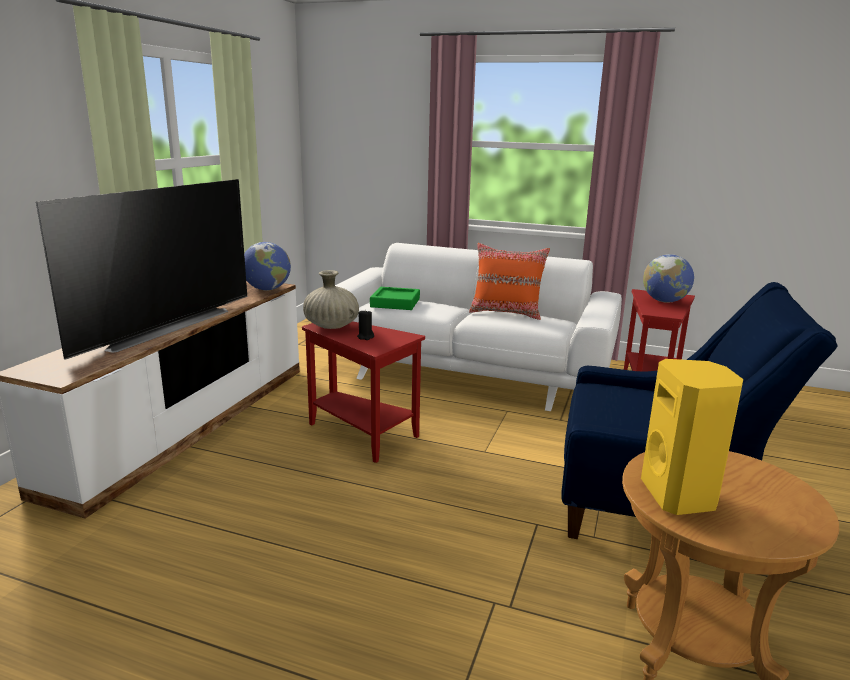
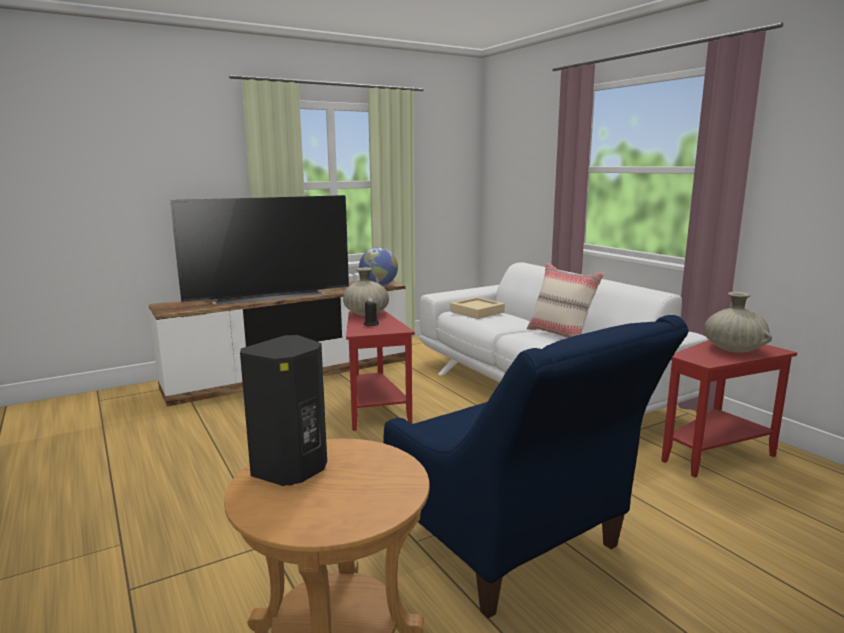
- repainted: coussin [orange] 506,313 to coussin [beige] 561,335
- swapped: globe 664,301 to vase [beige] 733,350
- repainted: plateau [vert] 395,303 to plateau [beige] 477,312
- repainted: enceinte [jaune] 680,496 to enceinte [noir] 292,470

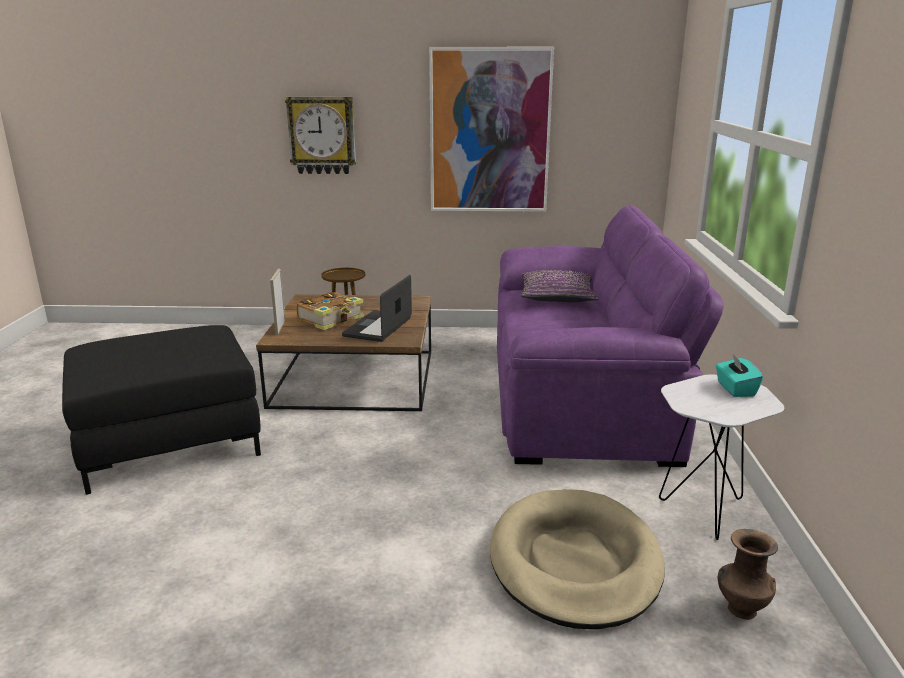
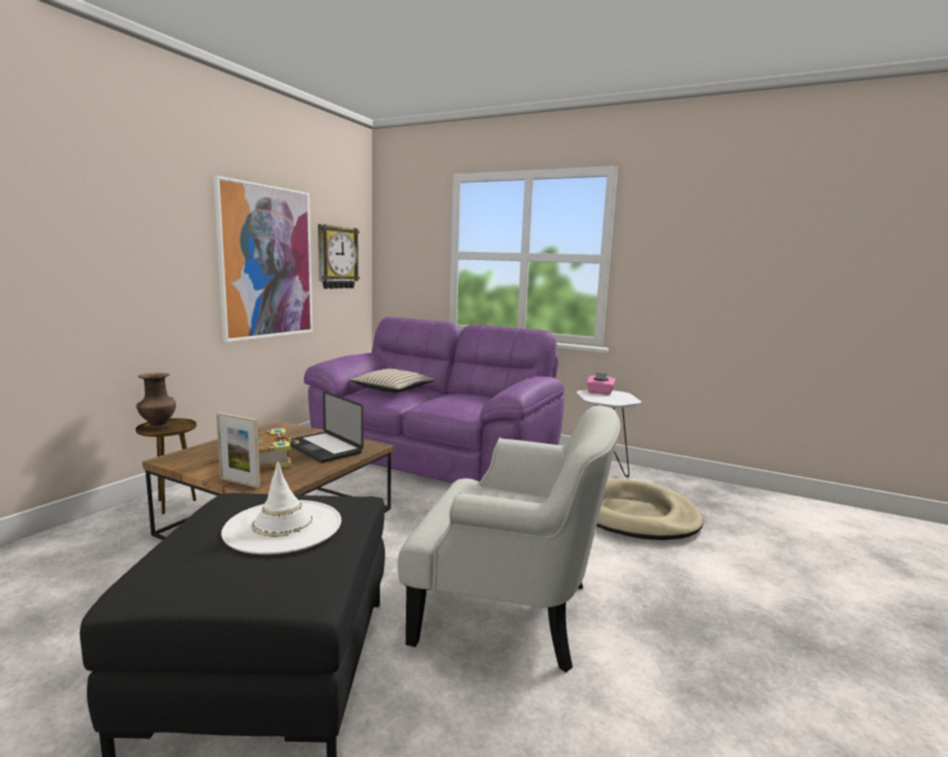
- shifted: horloge murale 322,135 to 336,257
- repainted: coussin [violet] 557,296 to coussin [beige] 392,389
- repainted: boîte à mouchoirs [turquoise] 735,389 to boîte à mouchoirs [rose] 600,392
- shifted: vase [marron] 740,609 to 157,426
- new: fauteuil [blanc] 509,609
- new: chapeau [blanc] 283,527

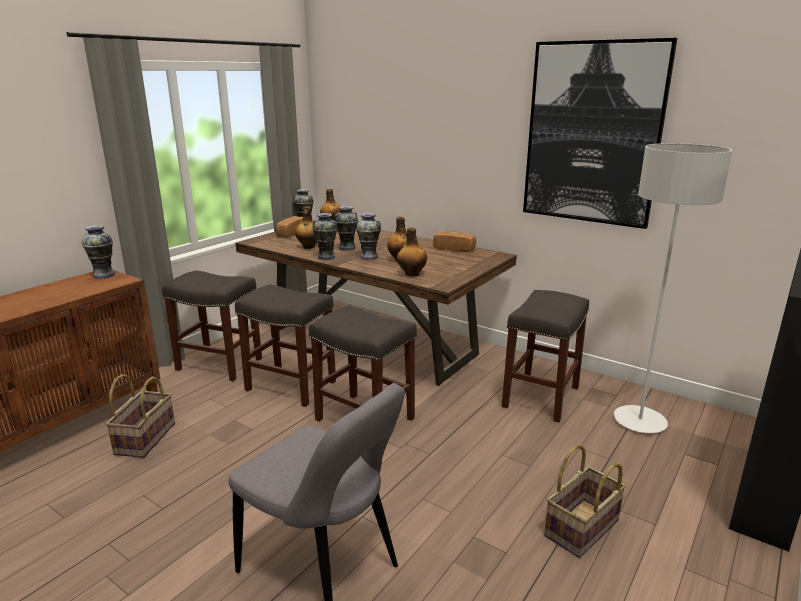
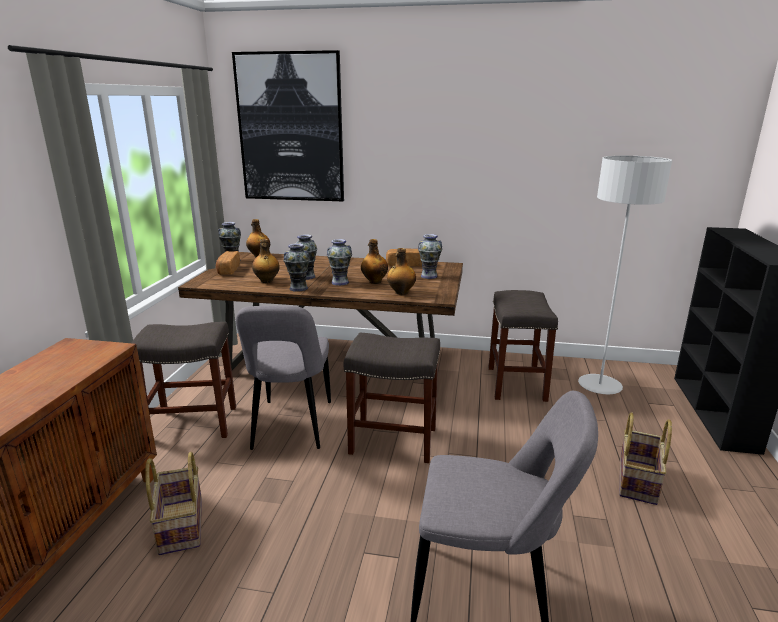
- shifted: tableau 592,134 to 290,128
- shifted: vase 104,275 to 429,276
- swapped: tabouret [gris] 289,386 to chaise [gris] 291,427

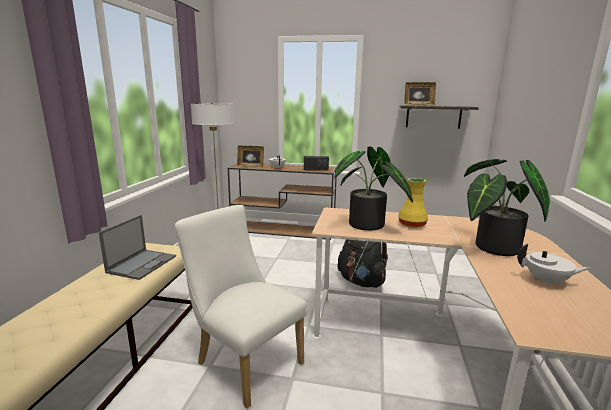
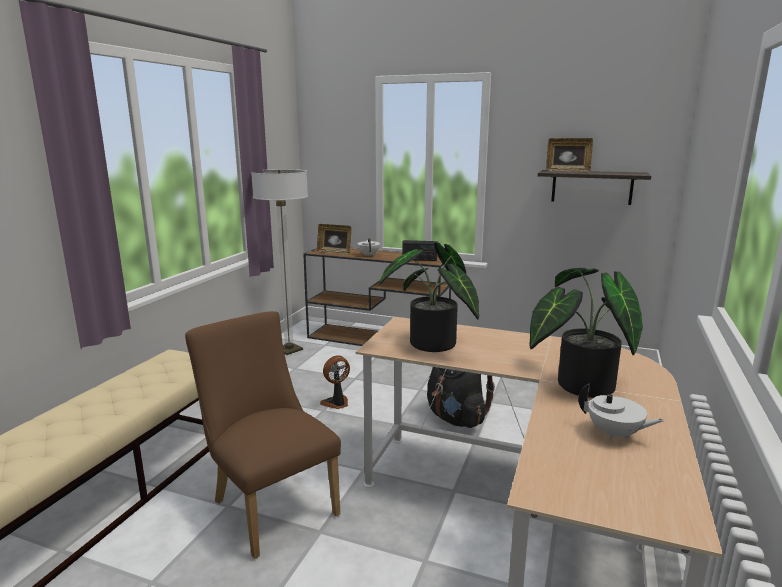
- gone: vase [jaune] 411,225
- repainted: chaise [blanc] 244,360 to chaise [marron] 270,504
- gone: ordinateur portable 142,264
- new: ventilateur 336,403

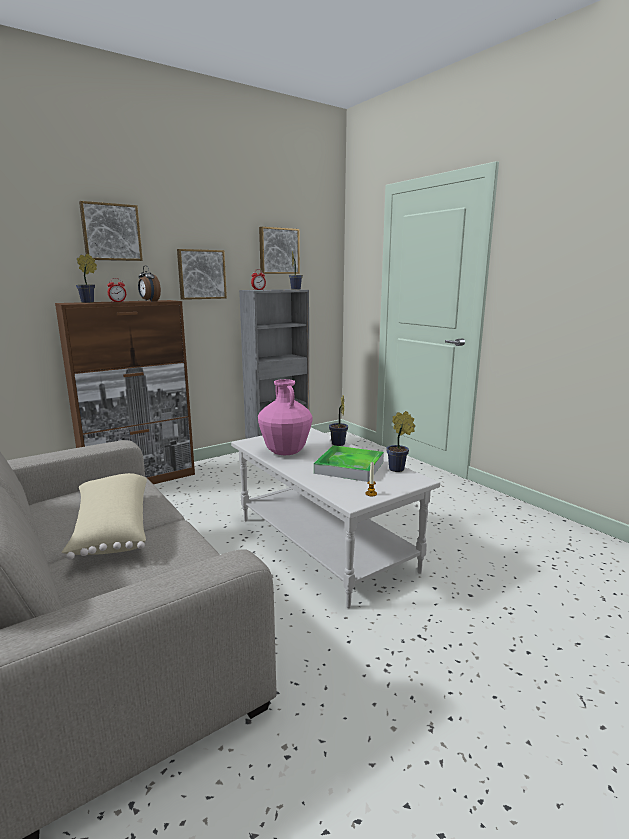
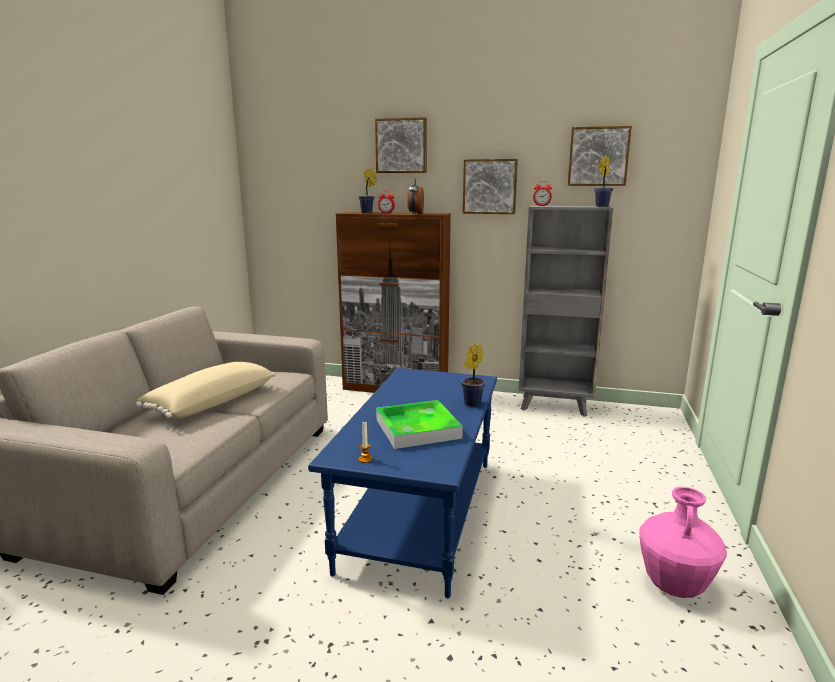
- shifted: vase [rose] 285,453 to 674,587
- gone: plante en pot 398,469
- repainted: table basse [blanc] 322,544 to table basse [bleu] 419,511

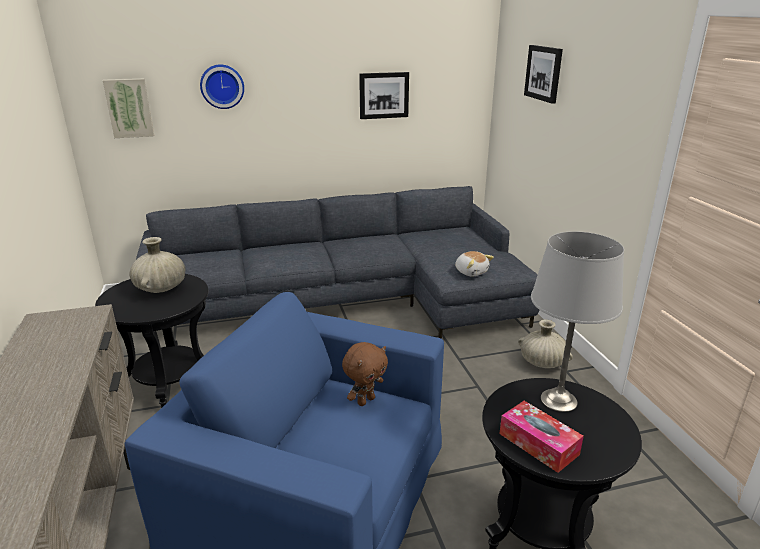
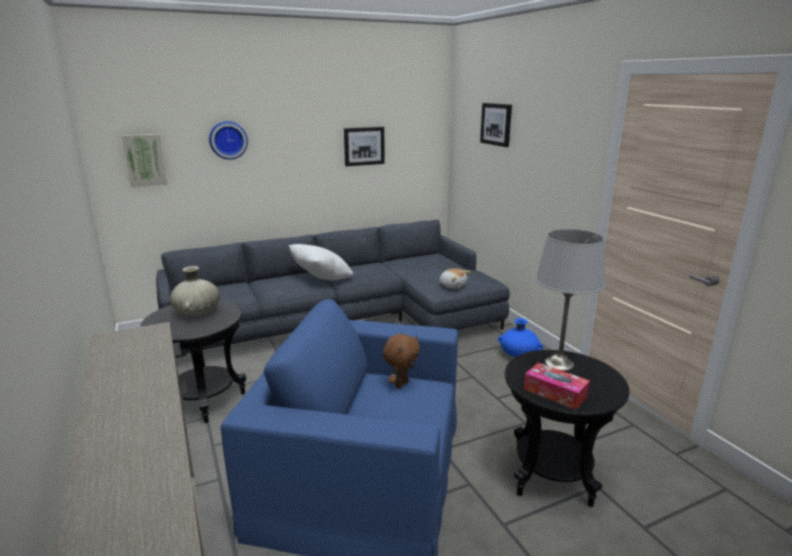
- repainted: vase [beige] 542,363 to vase [bleu] 518,355
- new: coussin [blanc] 321,280

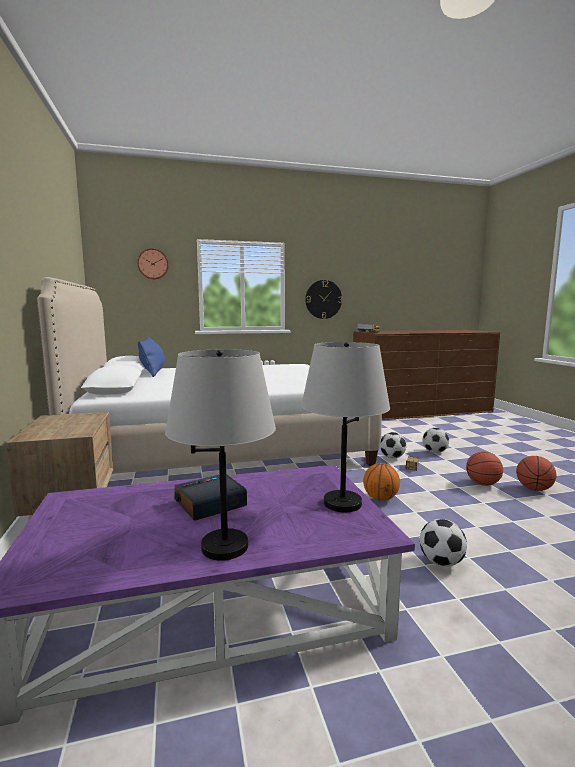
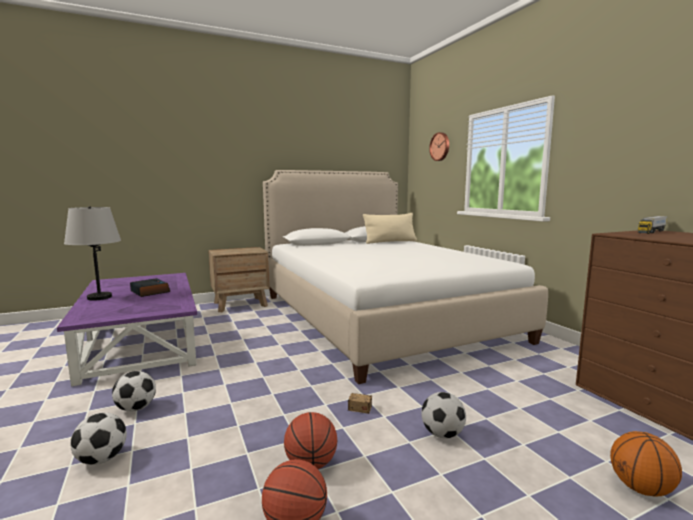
- gone: horloge murale 323,299
- repainted: coussin [bleu] 153,372 to coussin [beige] 390,242
- gone: lampe de table [gris] 342,503
- shifted: ballon de foot 392,457 to 102,459
- shifted: ballon de basket 380,498 to 641,488

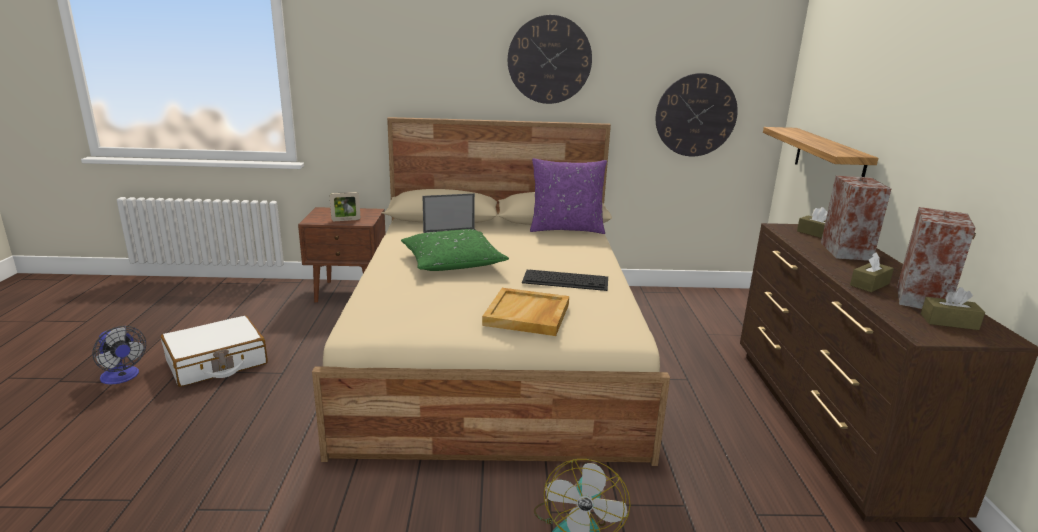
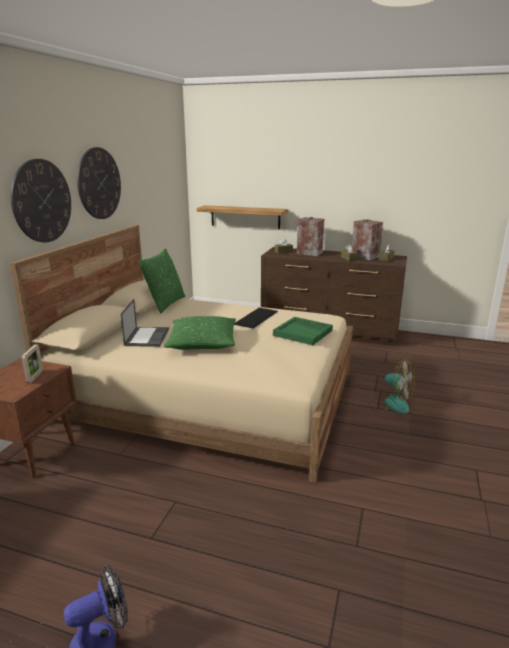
- shifted: horloge murale 696,115 to 42,201
- repainted: coussin [violet] 566,229 to coussin [vert] 165,304
- repainted: plateau [beige] 527,315 to plateau [vert] 303,333
- gone: valise [blanc] 217,362

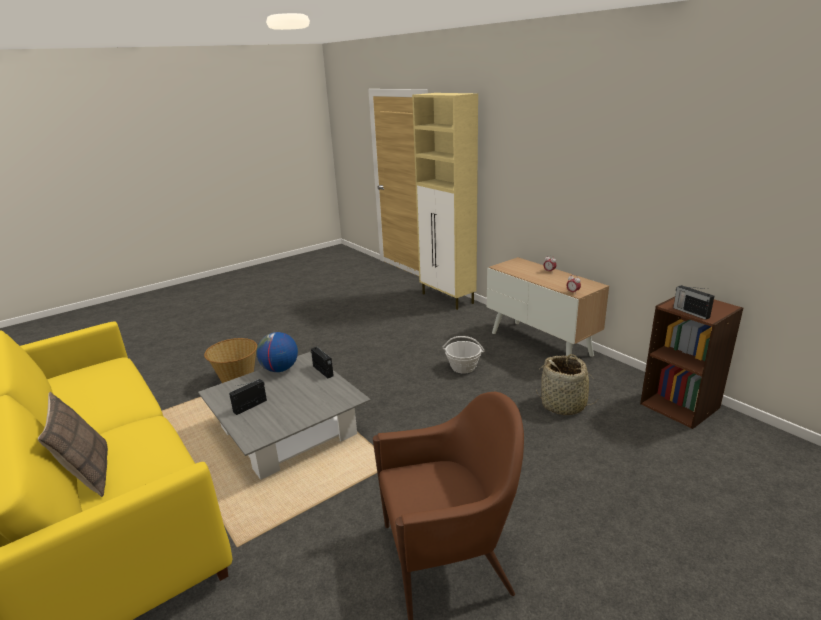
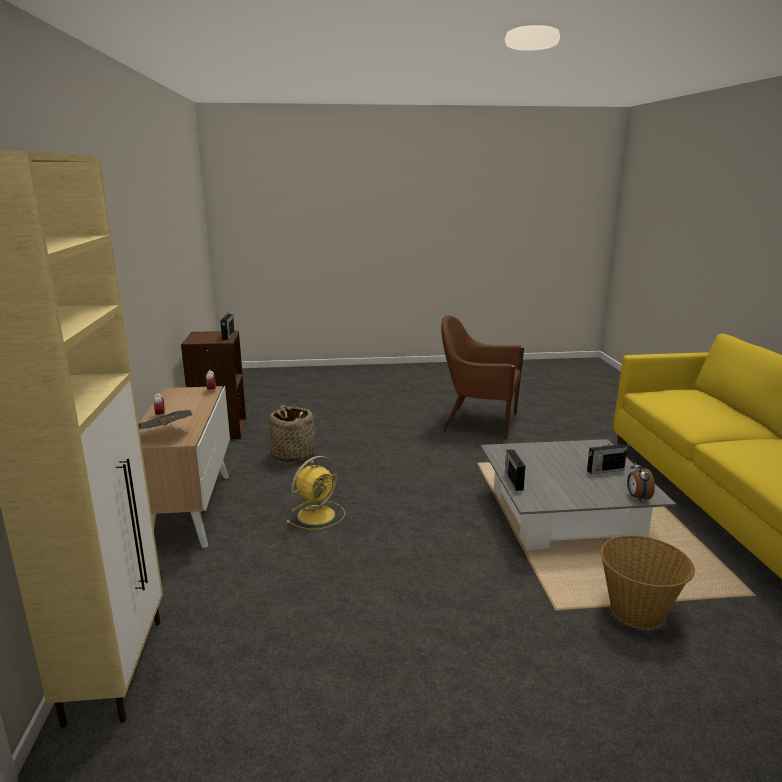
- gone: globe 280,369
- swapped: panier 463,367 to ventilateur [jaune] 317,514
- gone: coussin 88,474
- new: journal 166,434
- new: réveil 637,497

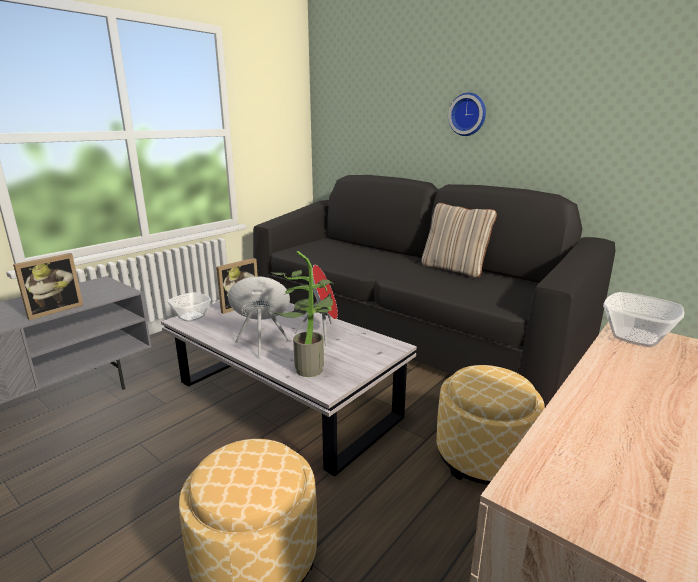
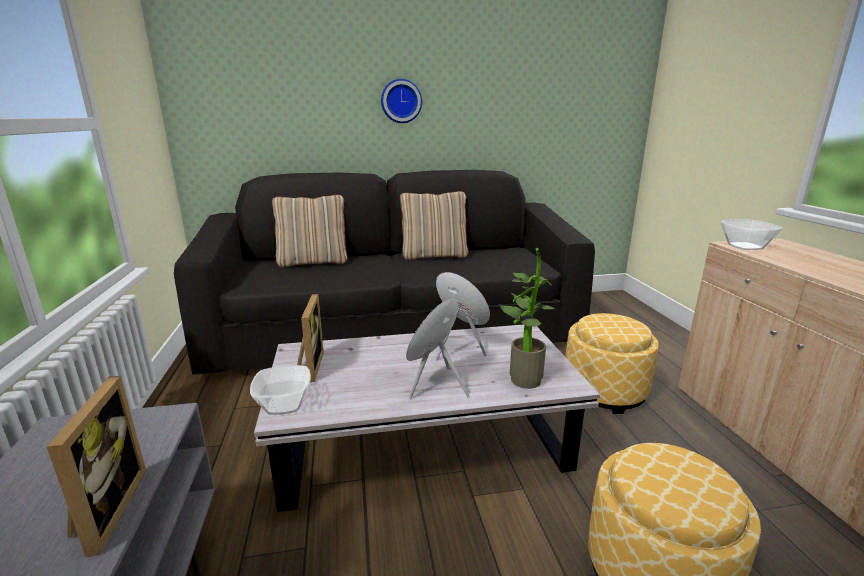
- new: coussin [beige] 313,262

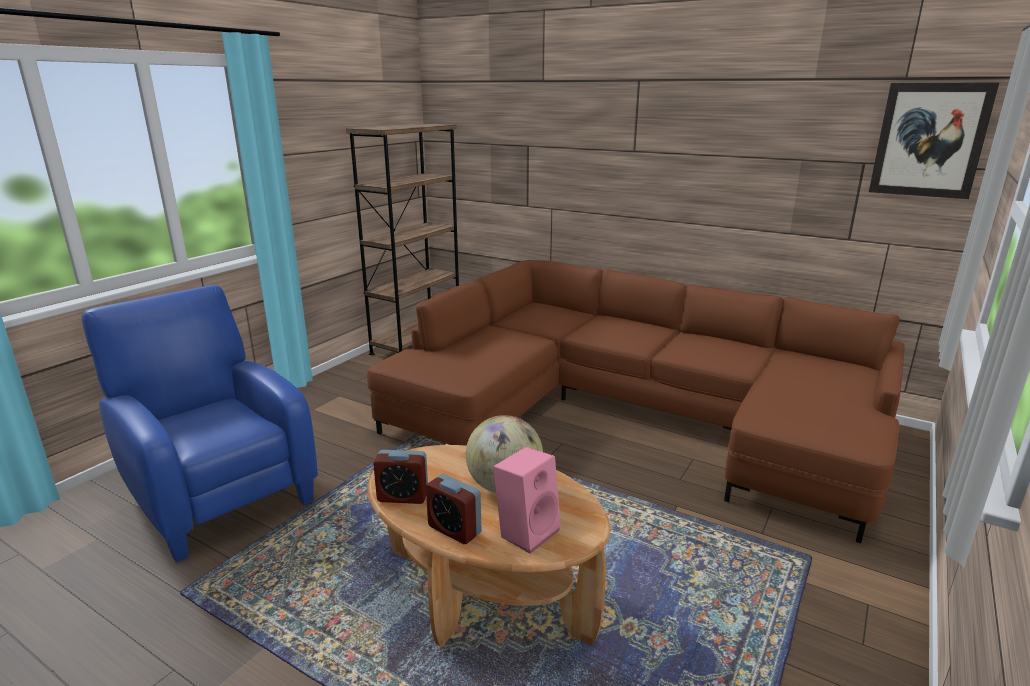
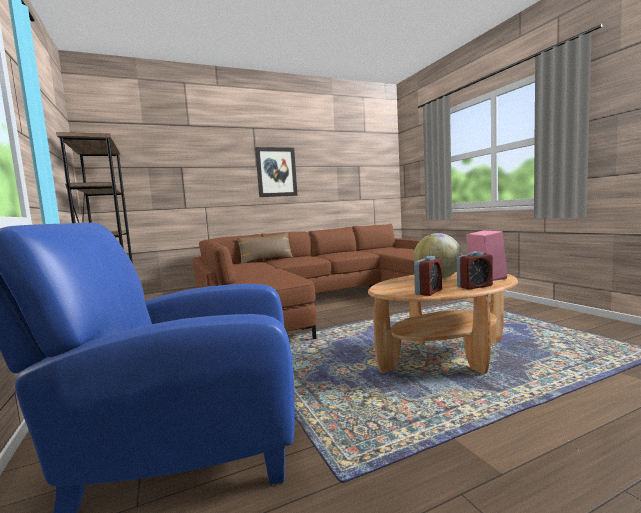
- shifted: tableau 929,140 to 276,172
- new: coussin [marron] 266,260

